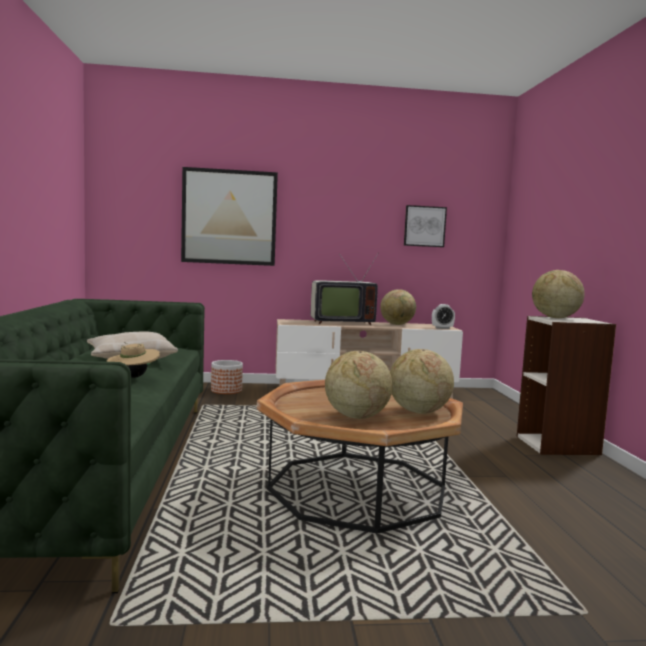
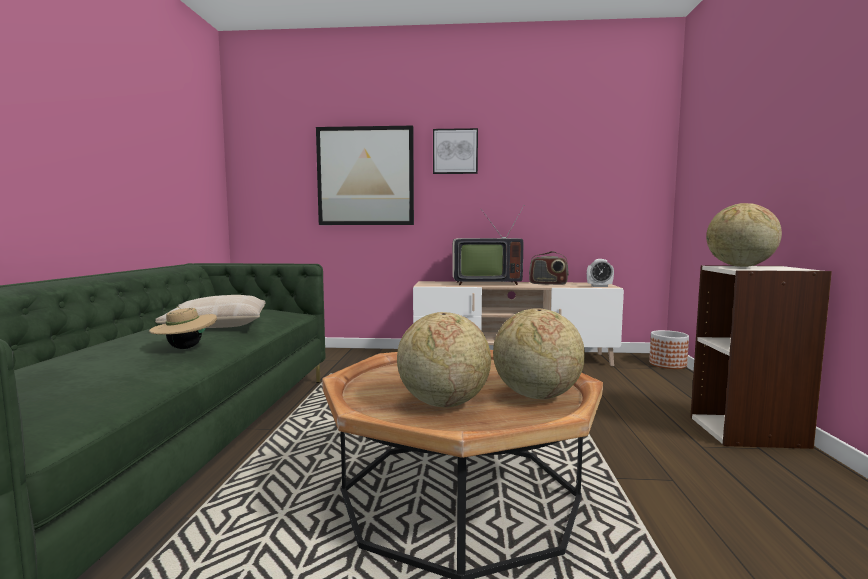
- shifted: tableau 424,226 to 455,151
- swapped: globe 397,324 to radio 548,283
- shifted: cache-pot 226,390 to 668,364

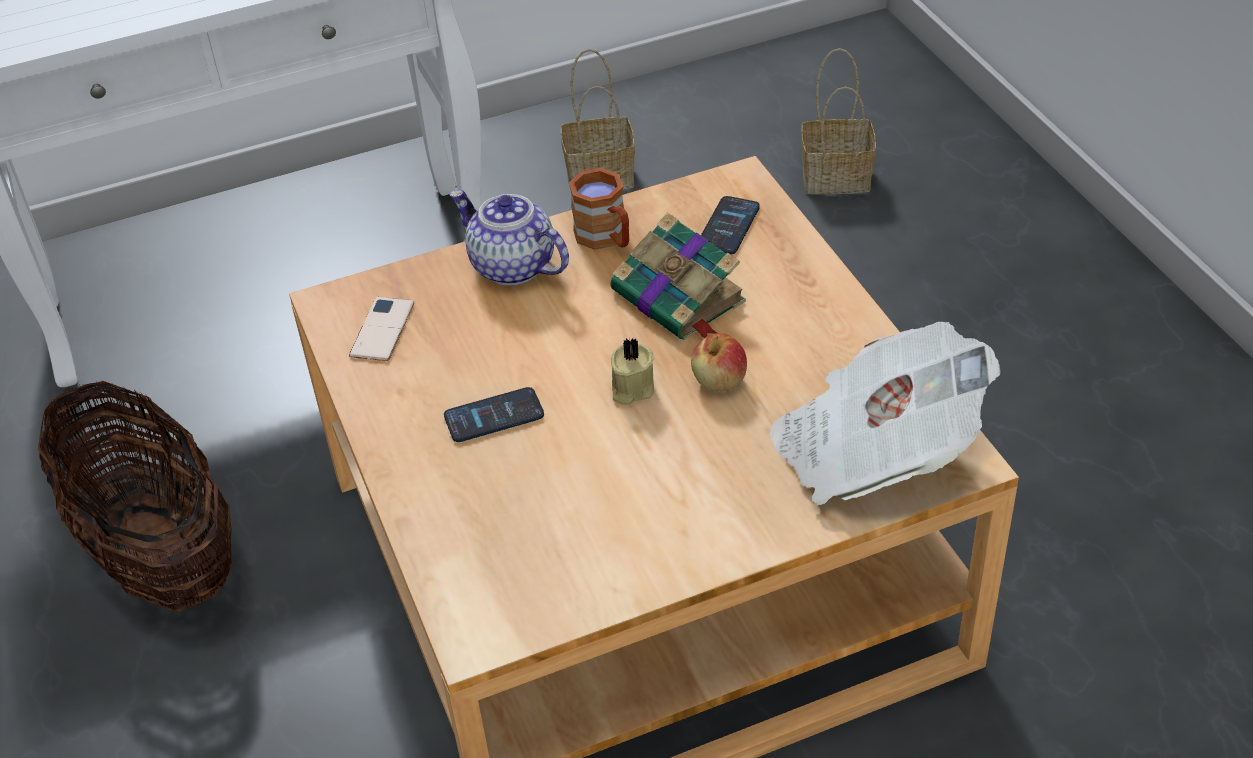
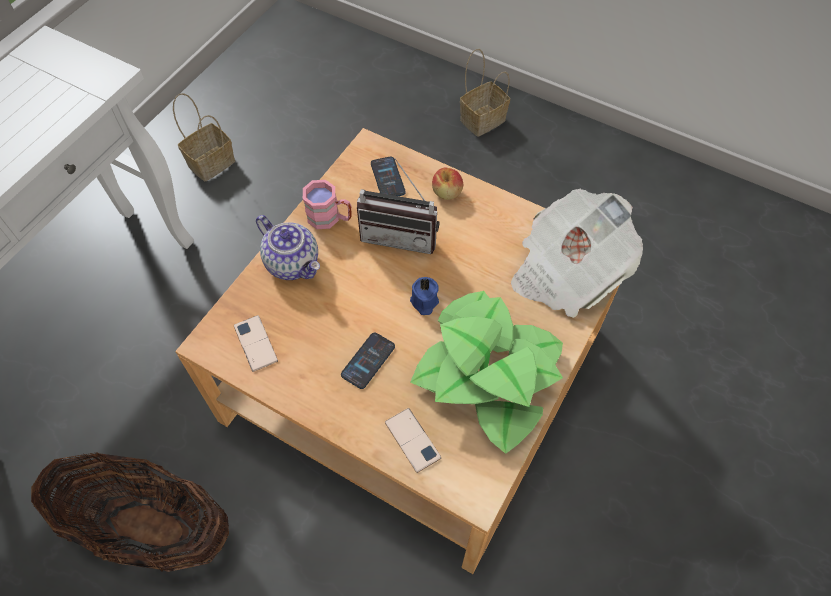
- shifted: panier 838,177 to 483,119
- repainted: mug [marron] 606,238 to mug [rose] 330,218
- rotated: théière 511,266 = 293,263 135 degrees counterclockwise
- swapped: livre 680,298 to radio 401,234
- shifted: pomme 719,381 to 447,192
- repainted: bougie [beige] 631,388 to bougie [bleu] 424,302
- new: plante en pot 488,373
- new: téléphone 412,440

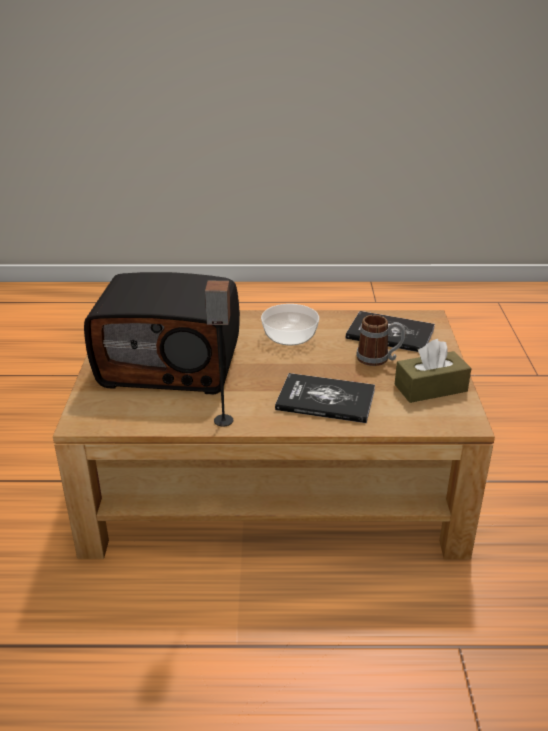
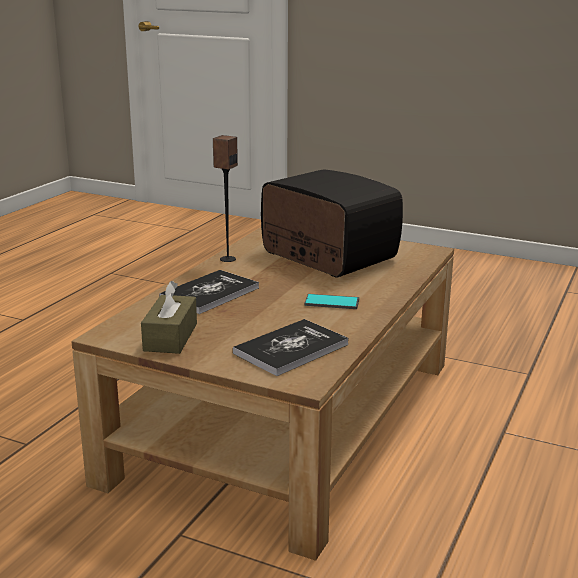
- rotated: radio 171,365 = 326,256 105 degrees clockwise
- swapped: bol 289,337 to téléphone 332,302
- gone: mug 379,359

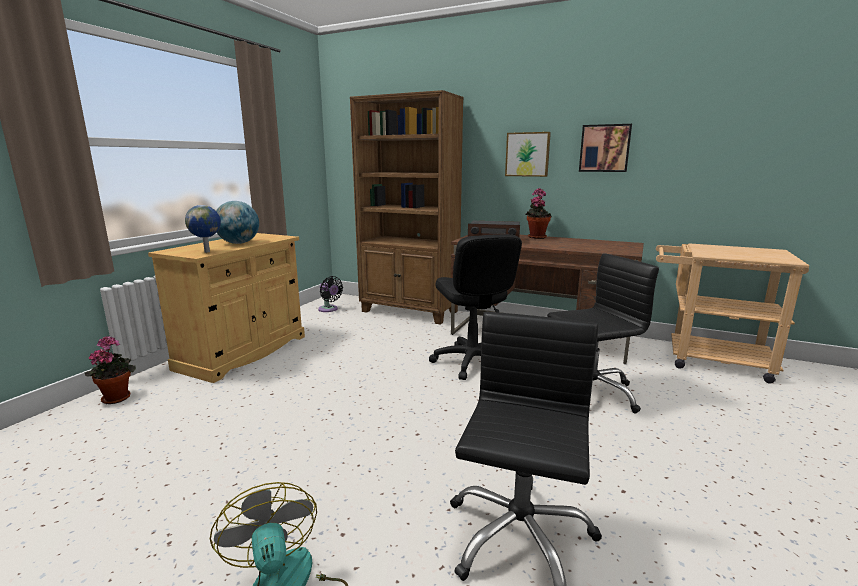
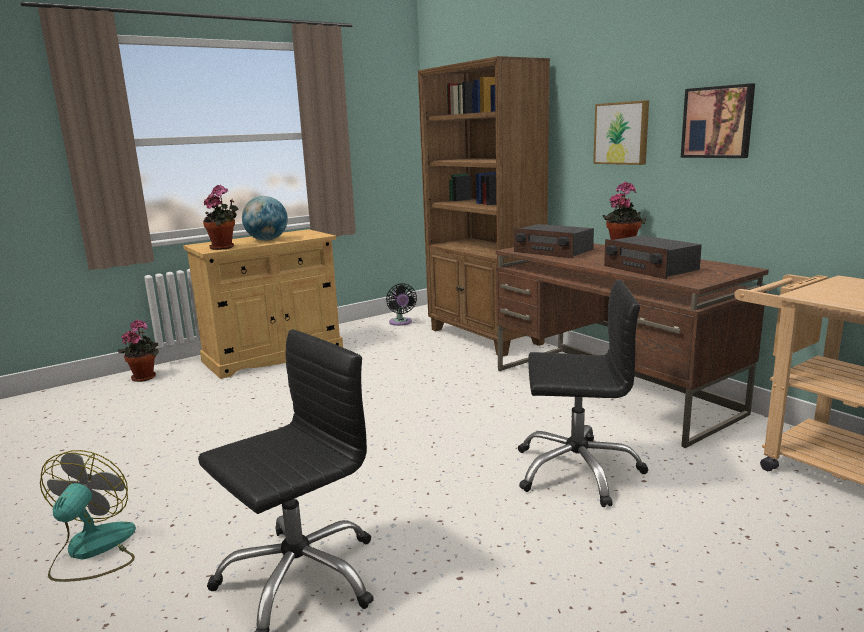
- swapped: globe 208,252 to plante en pot 224,247
- gone: chaise de bureau [noir] 471,362
- new: radio 650,268

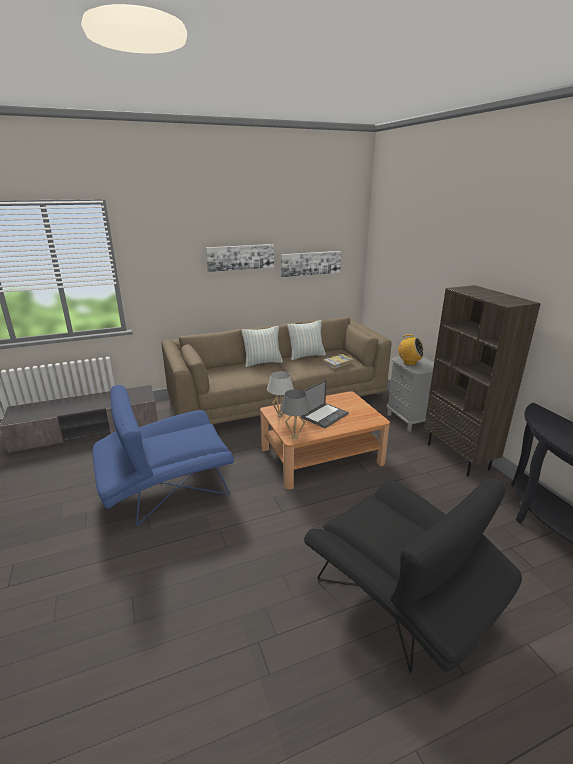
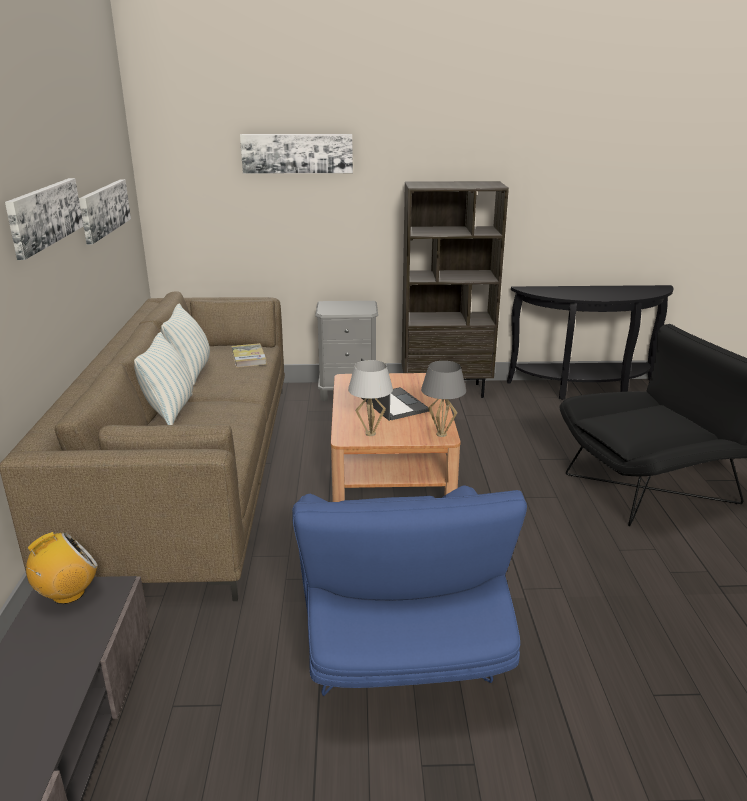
- shifted: radio 409,362 to 68,594
- new: tableau 297,153

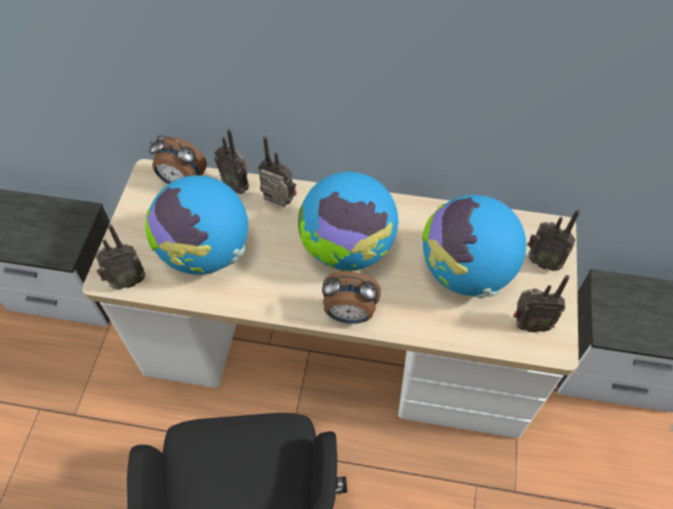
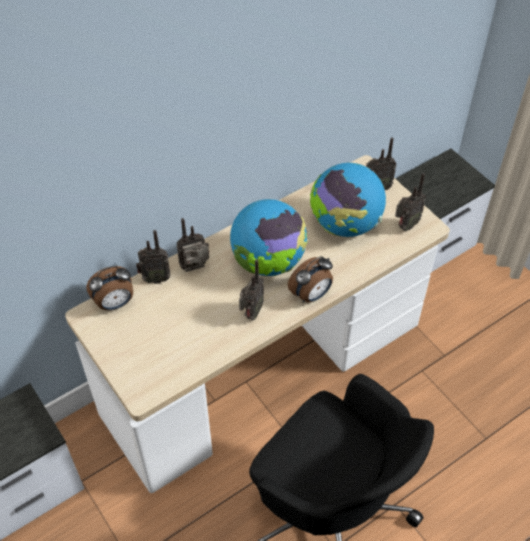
- gone: globe 205,253
- shifted: radio 127,281 to 251,313

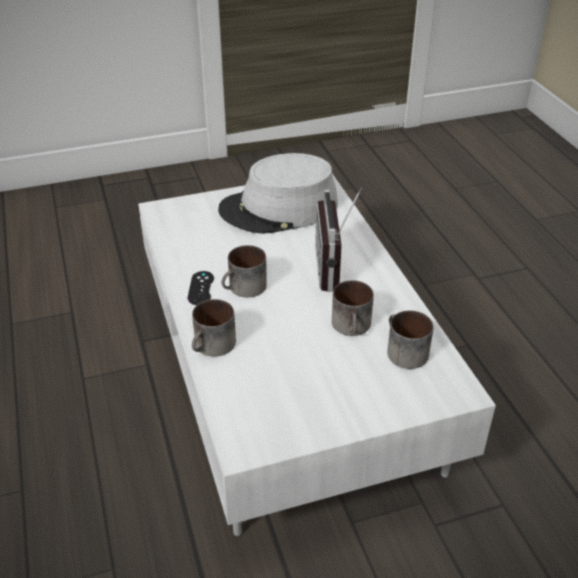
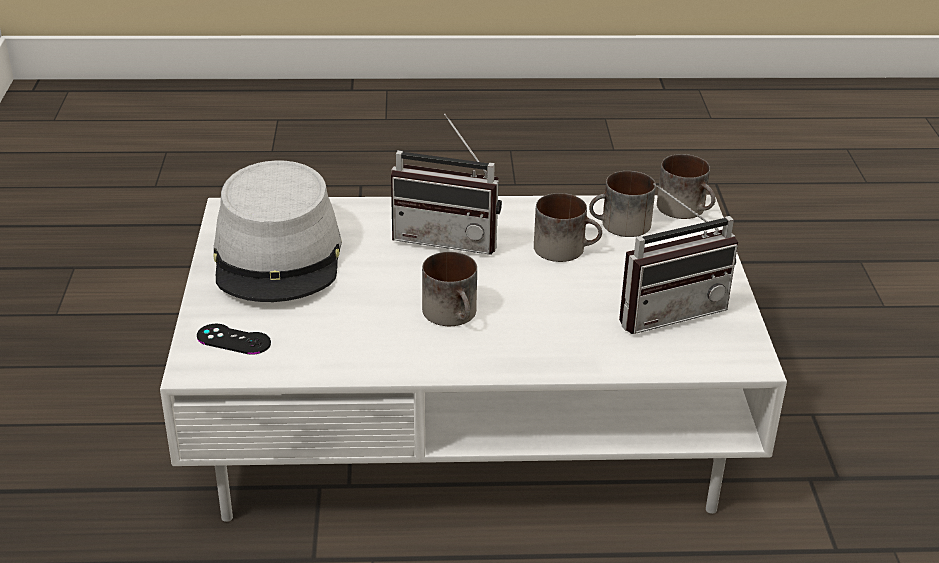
- shifted: manette [noir] 201,288 to 233,339
- shifted: mug 213,346 to 687,209
- new: radio 667,310

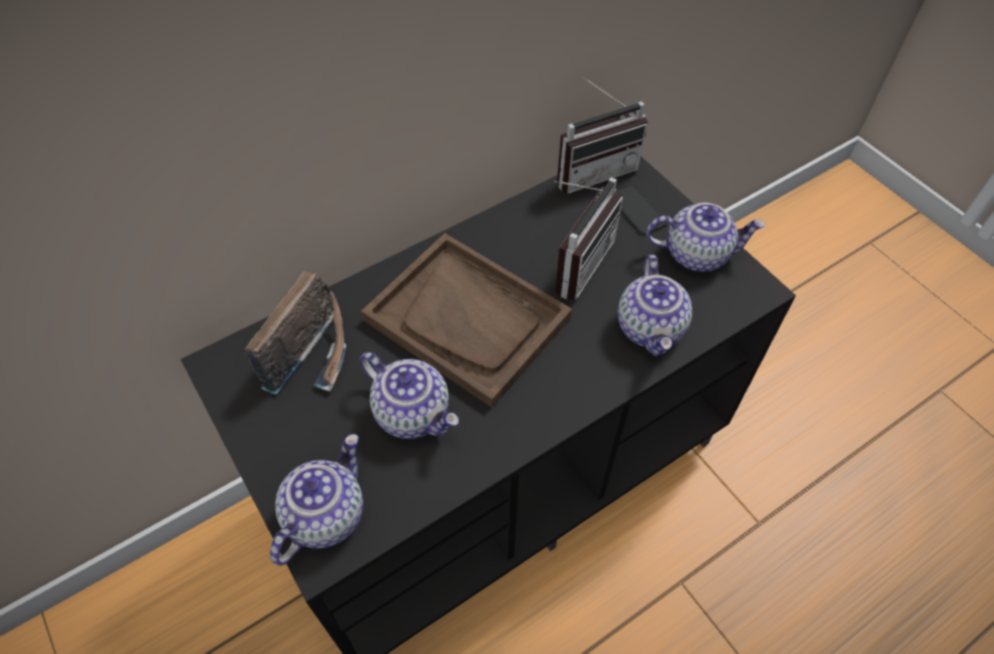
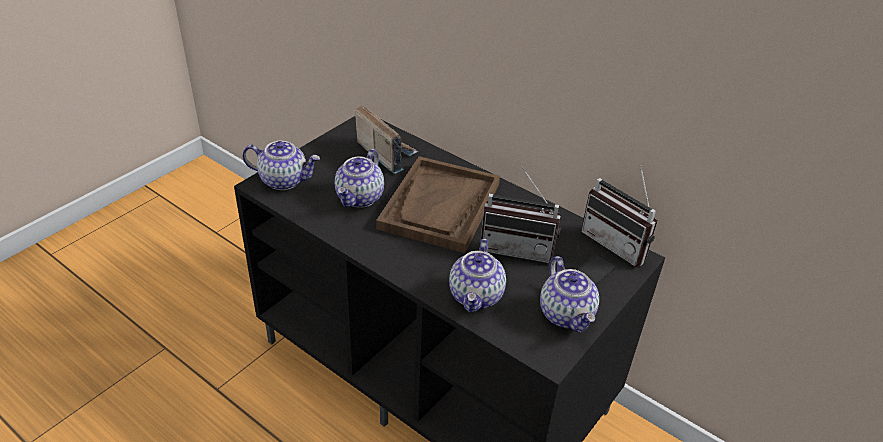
- rotated: théière 651,328 = 476,296 60 degrees counterclockwise
- rotated: radio 315,354 = 386,153 135 degrees counterclockwise

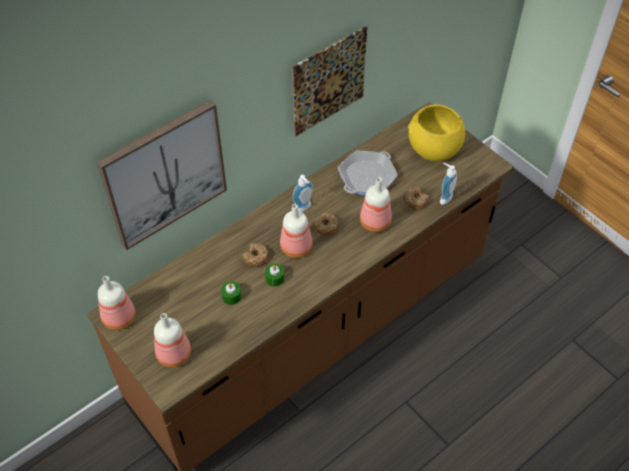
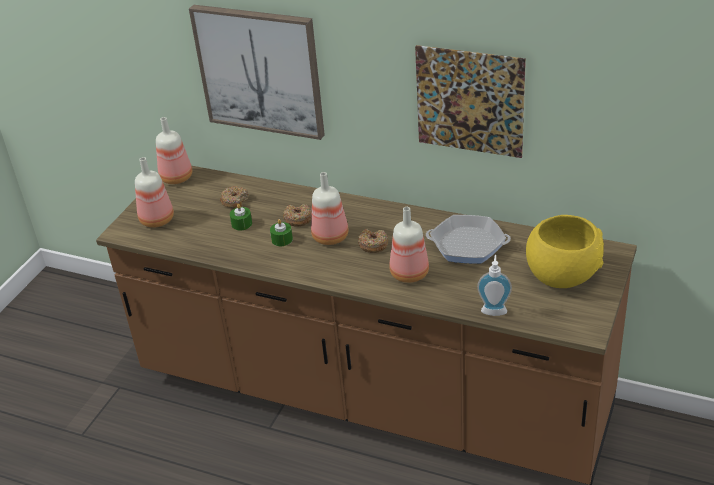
- gone: distributeur de savon 304,209
- shifted: beignet 415,201 to 235,201

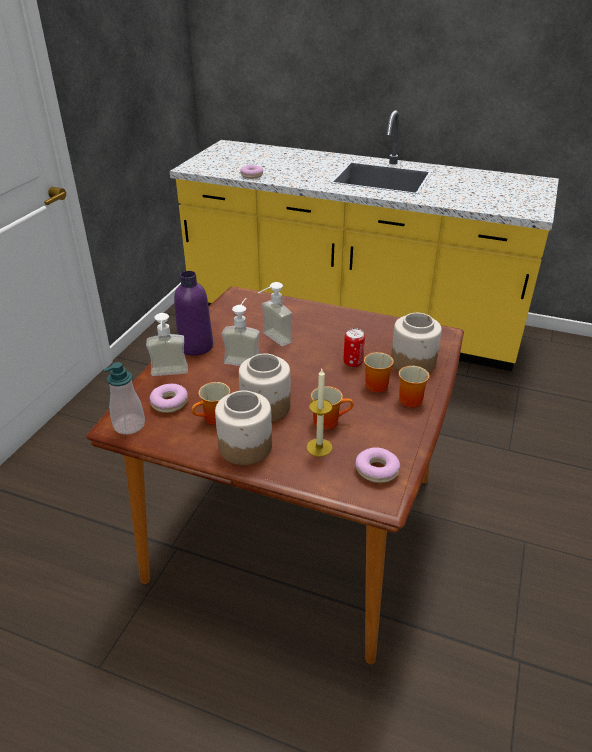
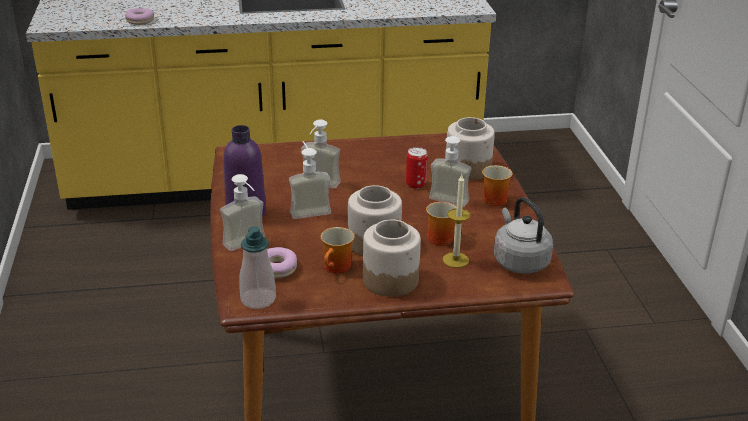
- swapped: mug 374,384 to distributeur de savon 452,196
- swapped: beignet 377,470 to bouilloire [gris] 519,261

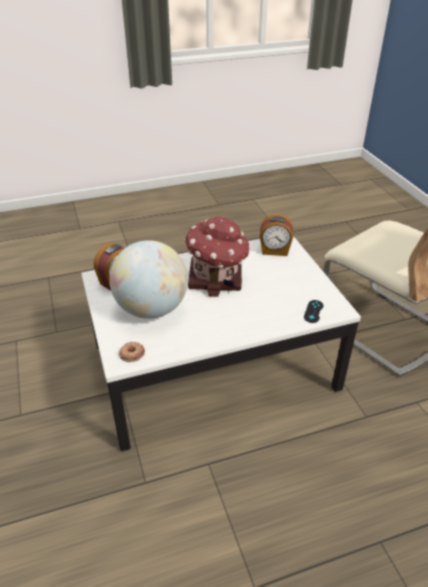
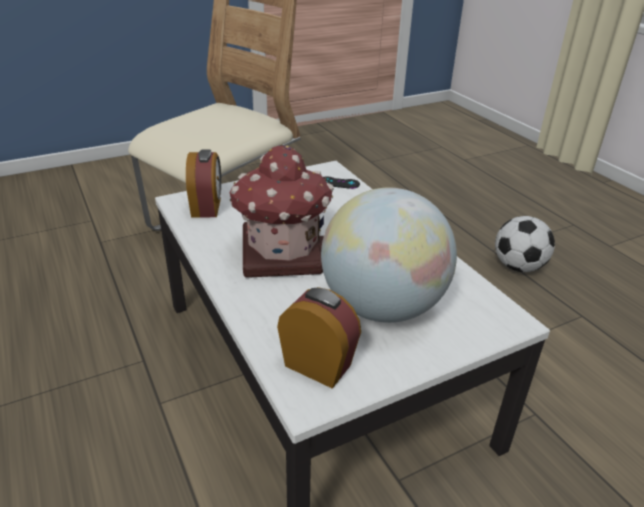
- gone: beignet 132,353
- new: ballon de foot 518,267

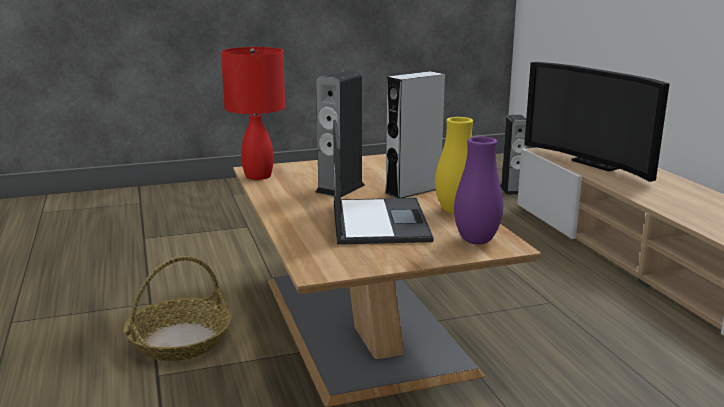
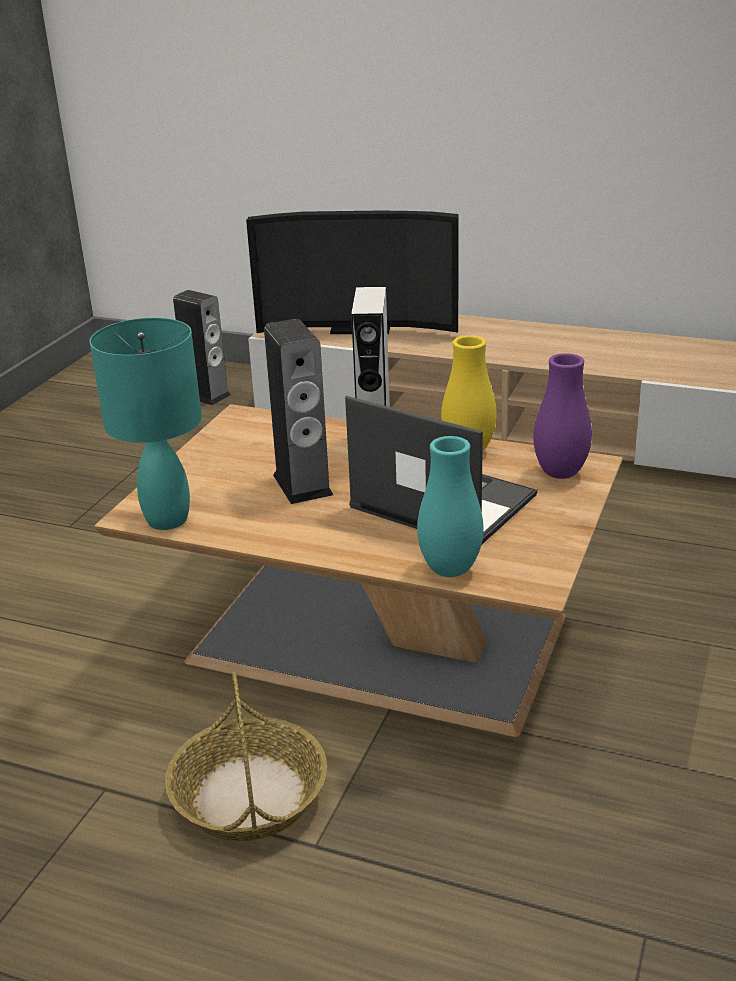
- repainted: lampe de table [rouge] 259,176 to lampe de table [turquoise] 167,519
- new: vase [turquoise] 450,570

